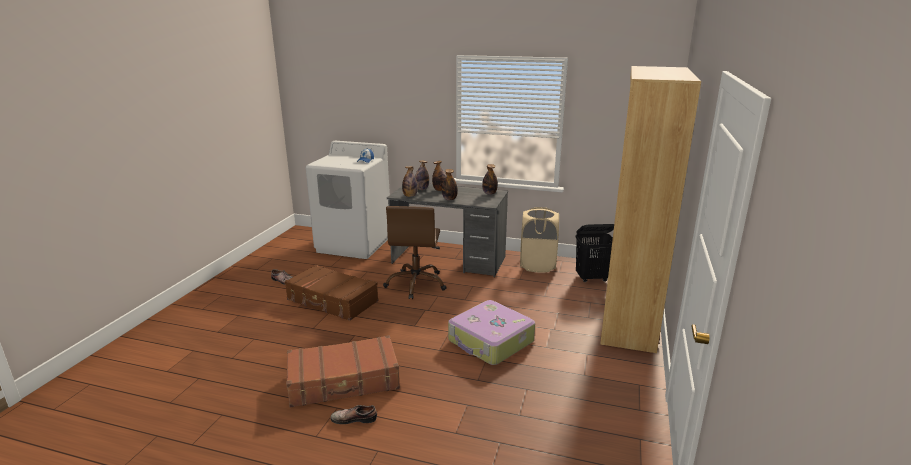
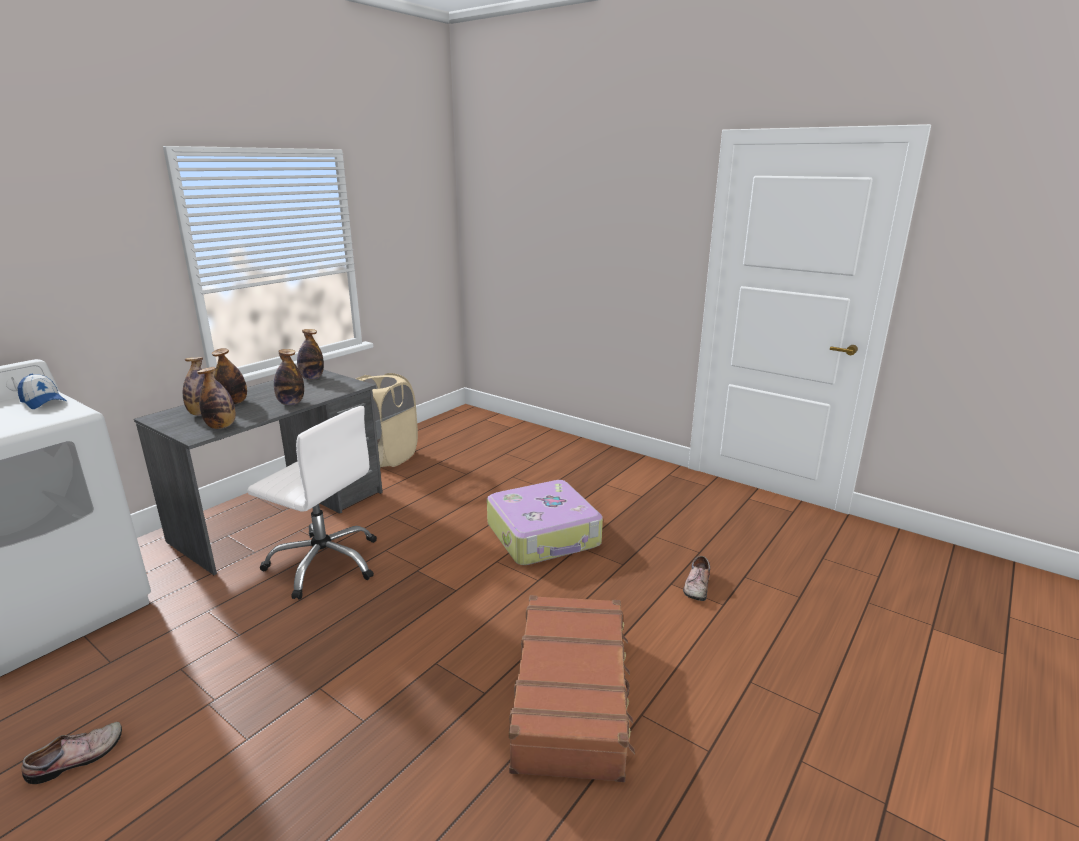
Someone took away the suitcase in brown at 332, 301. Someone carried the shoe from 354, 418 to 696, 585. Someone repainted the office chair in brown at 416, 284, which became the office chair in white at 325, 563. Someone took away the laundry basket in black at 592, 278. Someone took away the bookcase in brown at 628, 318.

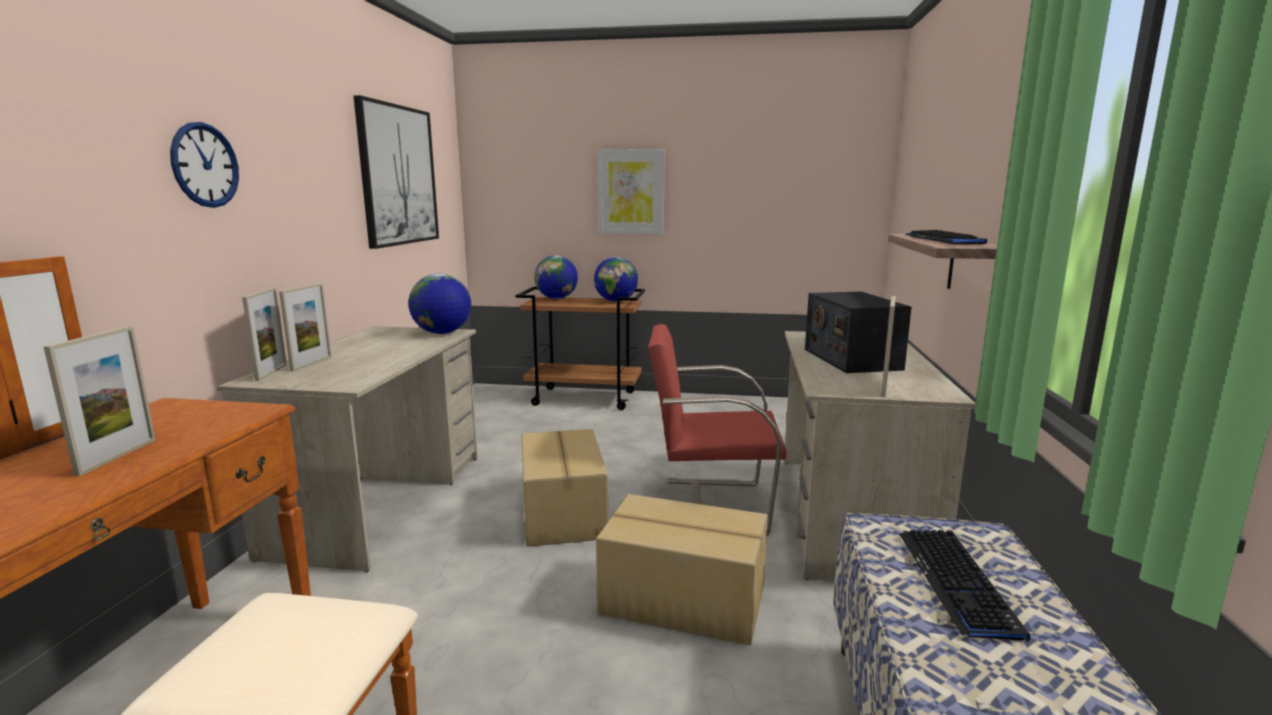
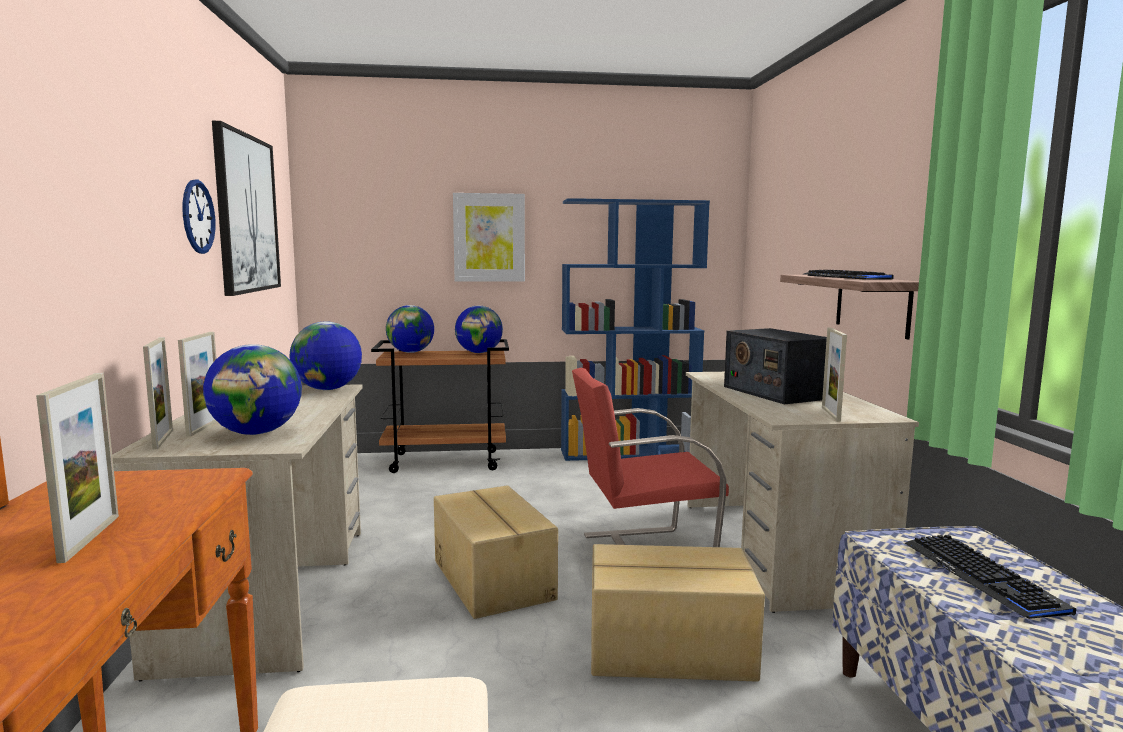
Someone carried the wall clock from 205, 165 to 198, 216. Someone put down the globe at 257, 433. Someone put down the bookcase in blue at 629, 453.

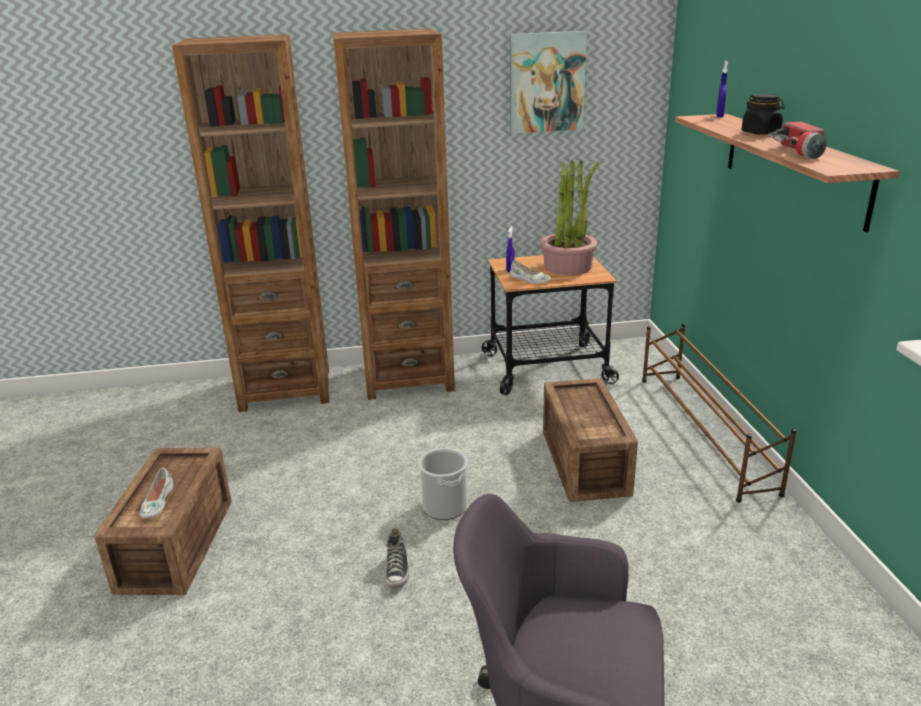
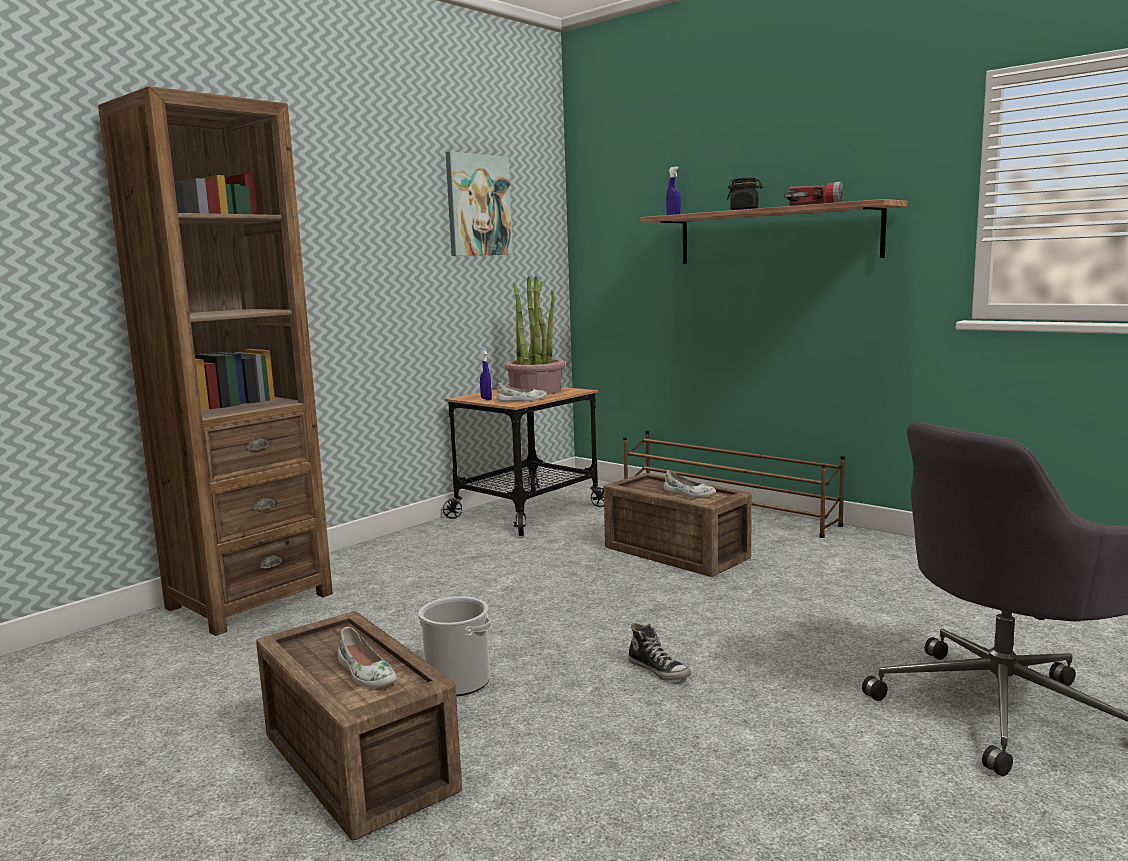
Someone took away the bookcase in brown at 408, 378. Someone carried the bucket from 445, 506 to 458, 681. Someone put down the shoe in white at 689, 493.

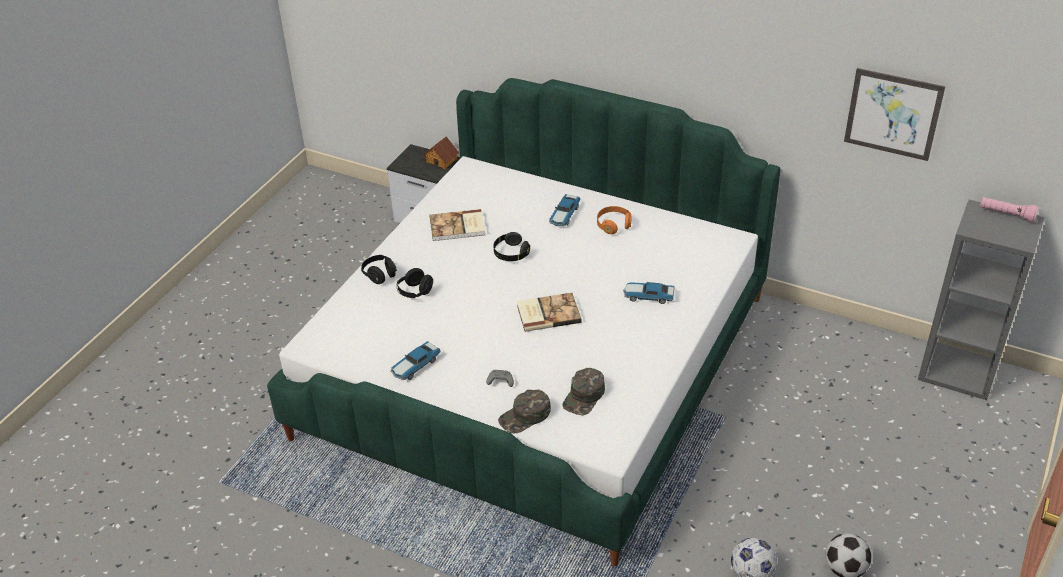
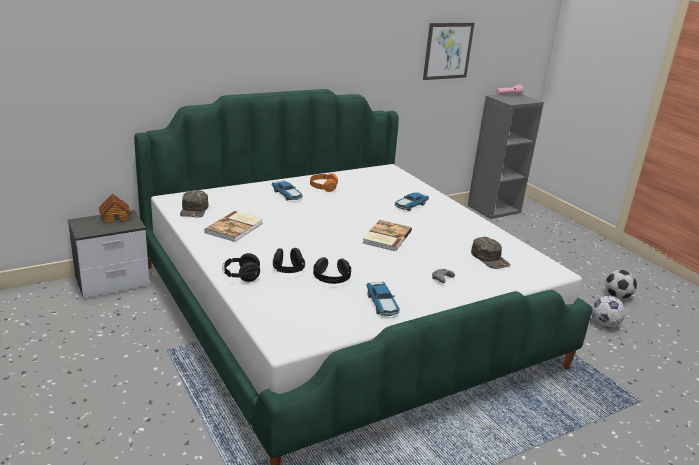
Someone carried the headphones in black from 511, 254 to 331, 278. Someone carried the cap in green from 525, 416 to 194, 209.

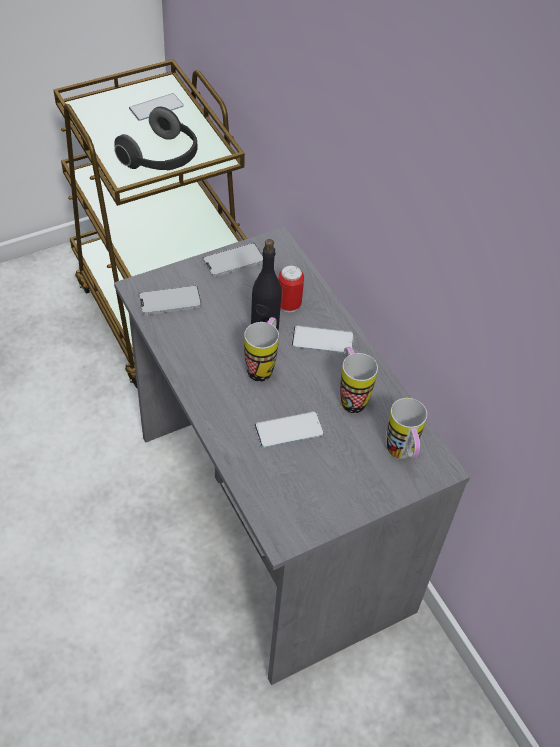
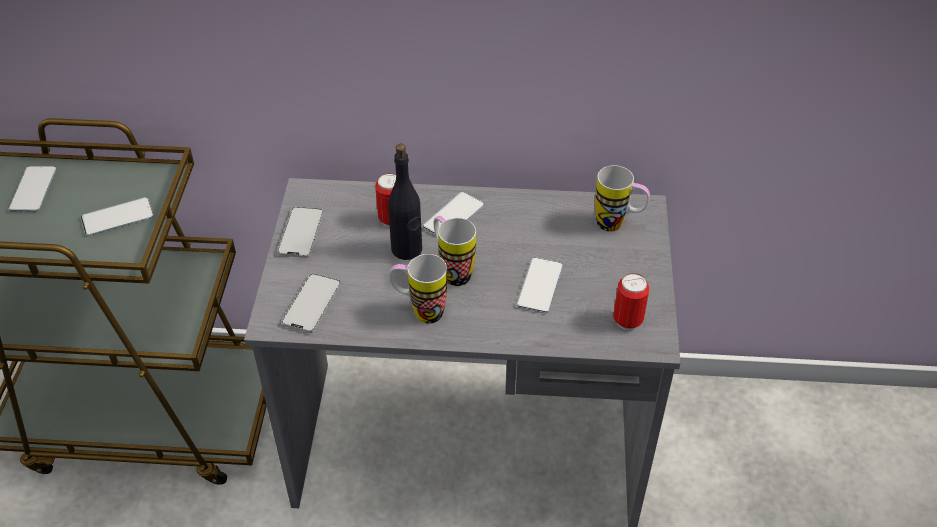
Someone swapped the headphones at 162, 158 for the phone at 117, 217. Someone carried the mug from 350, 396 to 419, 311. Someone put down the can at 627, 321.

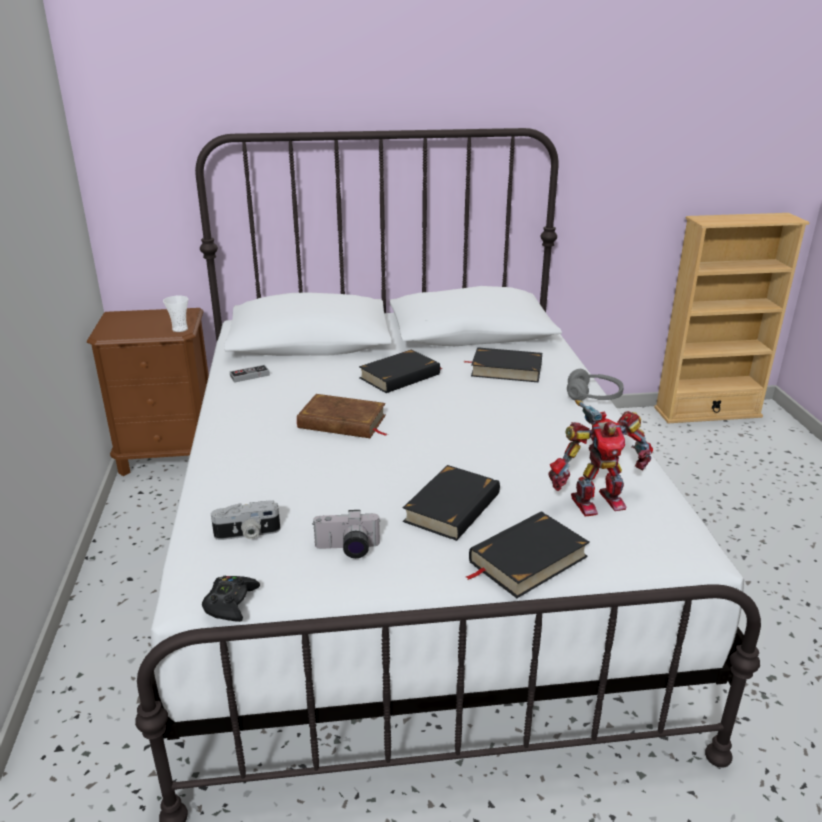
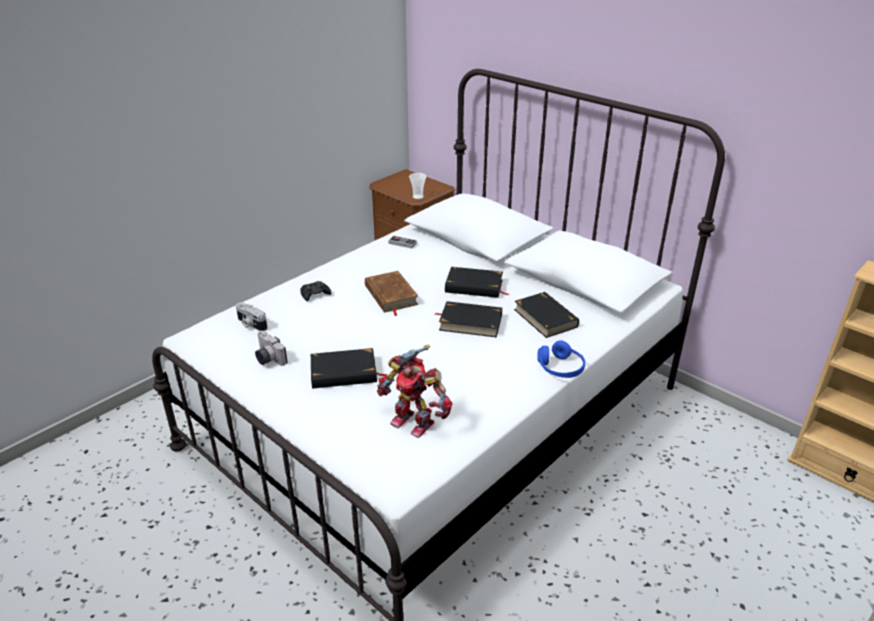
Someone carried the game controller in black from 231, 603 to 315, 294. Someone carried the book in black from 527, 559 to 470, 322. Someone repainted the headphones in grey at 593, 396, which became the headphones in blue at 560, 368.

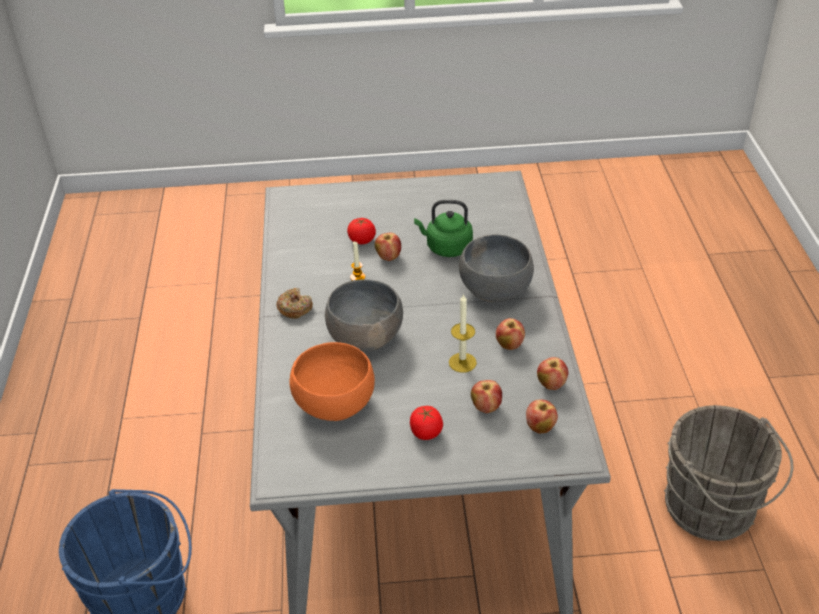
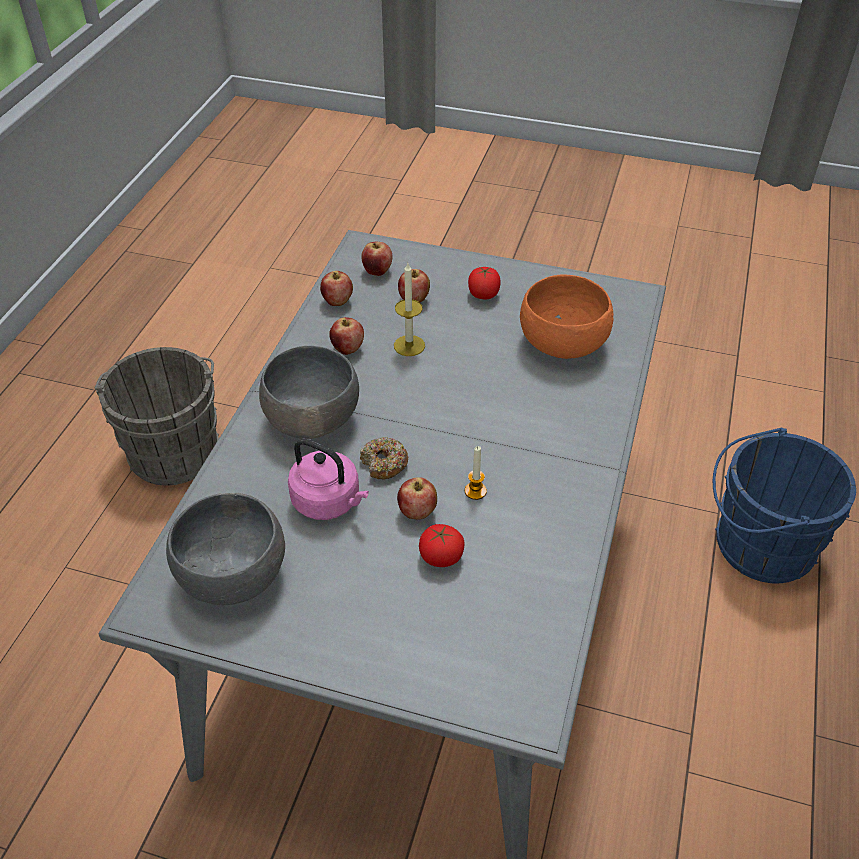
Someone carried the donut from 294, 308 to 384, 464. Someone carried the bowl in grey from 365, 337 to 234, 574. Someone repainted the kettle in green at 446, 248, which became the kettle in pink at 329, 502.

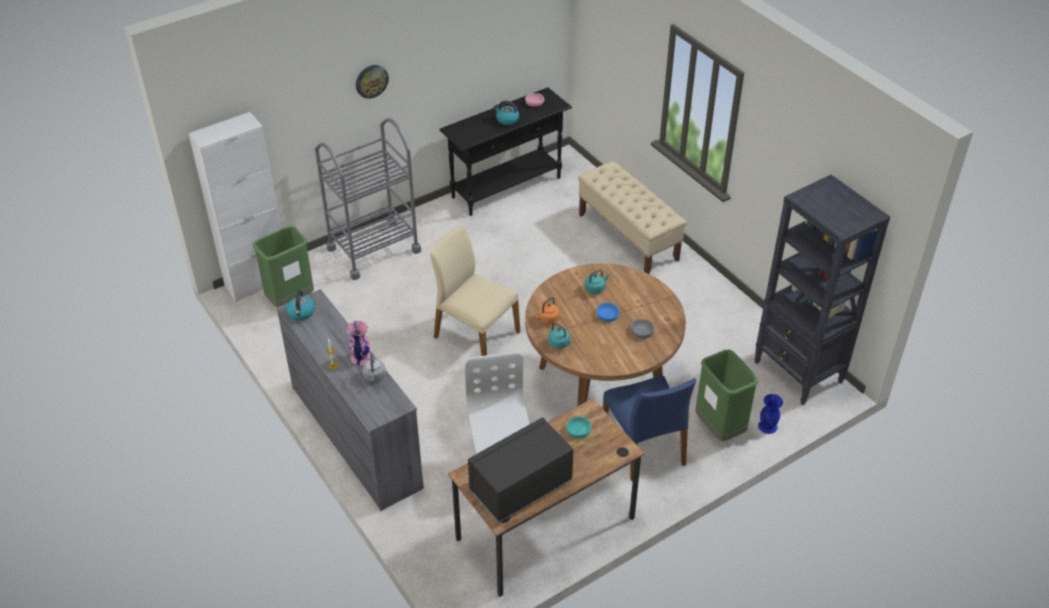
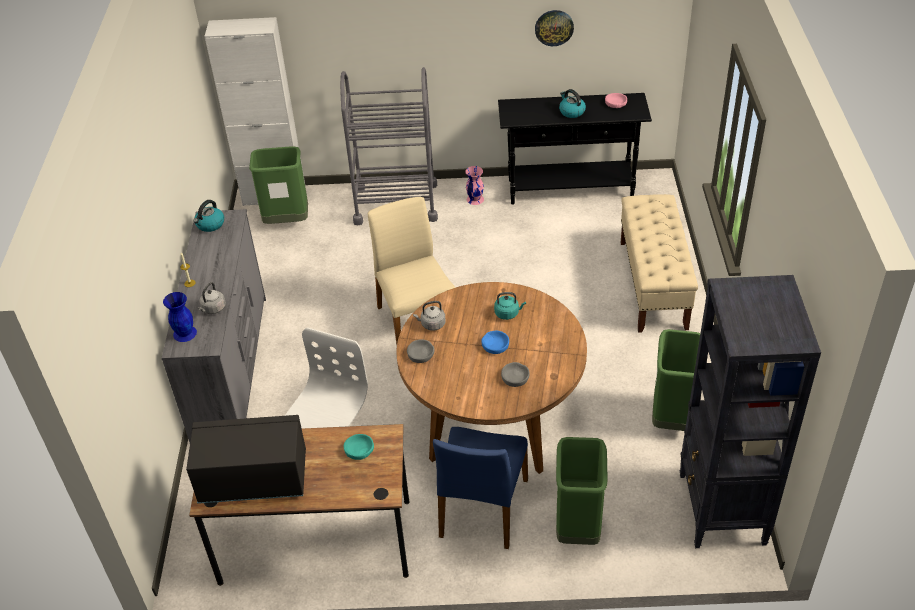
Someone carried the vase in pink from 360, 357 to 475, 199. Someone carried the wall clock from 371, 81 to 554, 27. Someone repainted the kettle in orange at 547, 319, which became the kettle in grey at 431, 324. Someone swapped the kettle in turquoise at 560, 344 for the bowl in grey at 421, 354. Someone carried the vase in blue from 767, 426 to 185, 333. Someone put down the trash can in green at 672, 418.

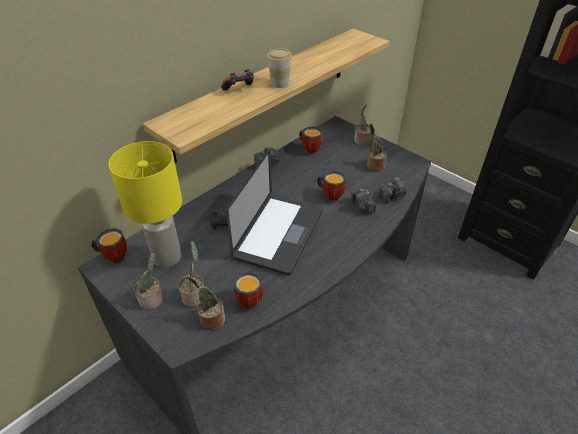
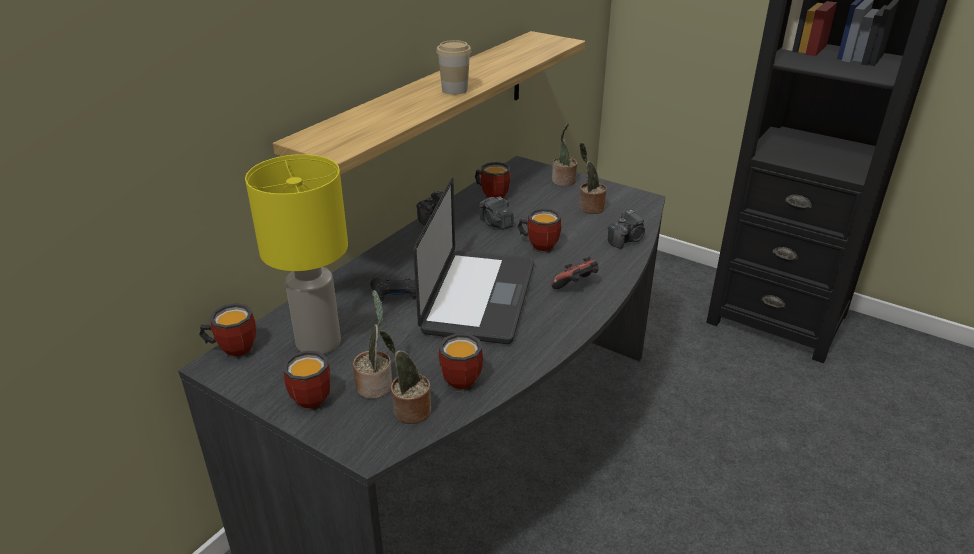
Someone swapped the potted plant at 152, 299 for the mug at 311, 397. Someone carried the game controller from 239, 90 to 576, 286. Someone carried the photo camera from 362, 207 to 496, 223.

